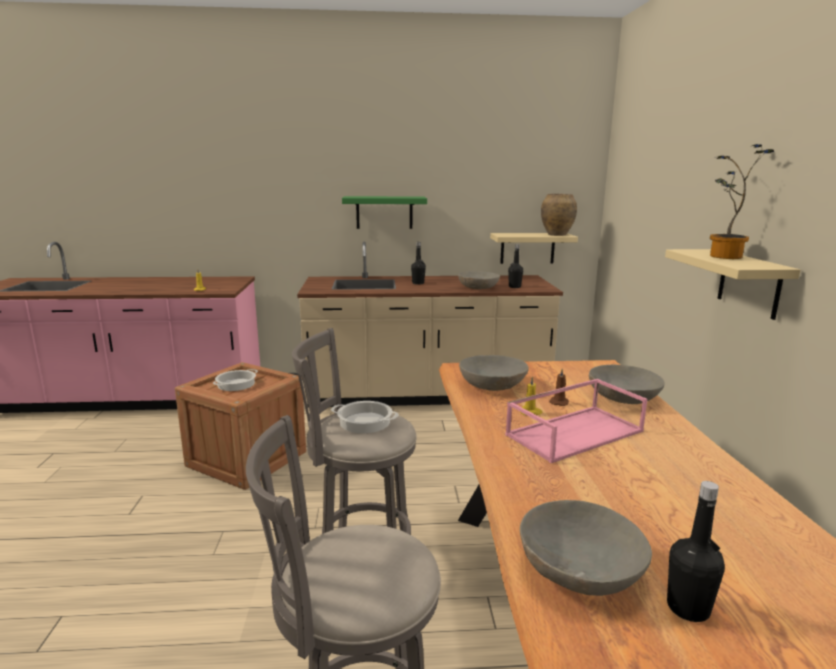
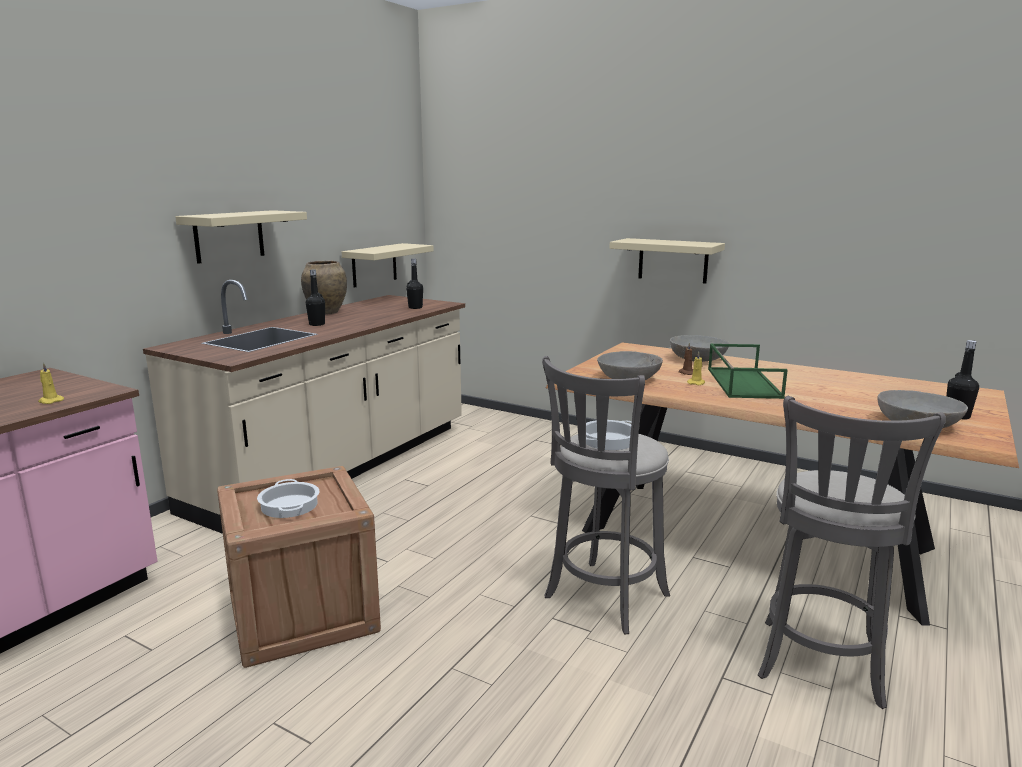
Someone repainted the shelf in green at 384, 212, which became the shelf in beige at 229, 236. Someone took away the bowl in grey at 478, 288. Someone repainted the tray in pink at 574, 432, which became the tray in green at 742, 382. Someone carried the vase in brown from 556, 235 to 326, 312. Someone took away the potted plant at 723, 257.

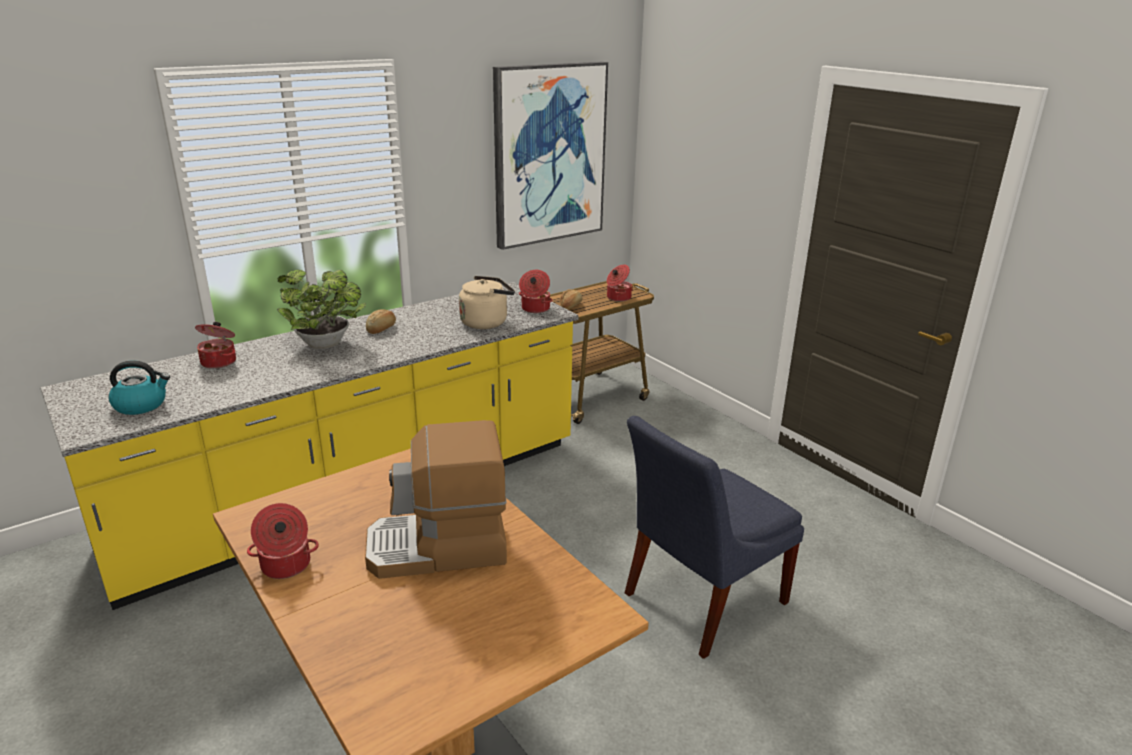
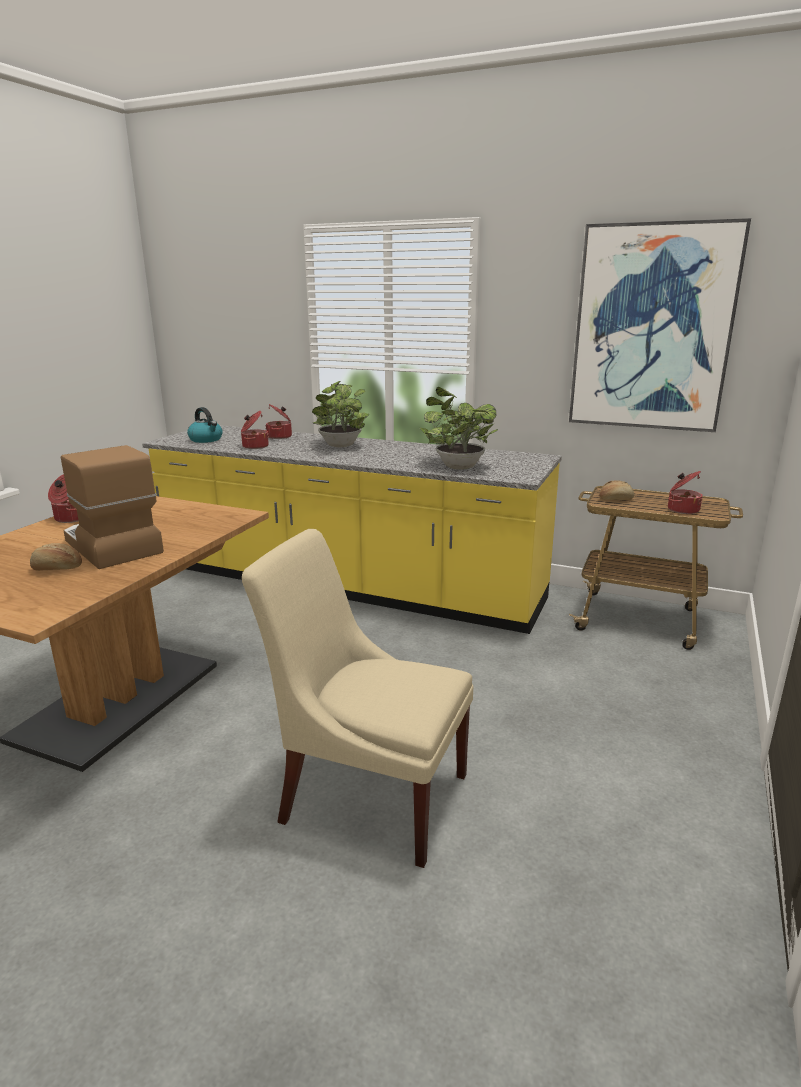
Someone carried the bread from 382, 329 to 57, 569. Someone swapped the kettle in beige at 486, 322 for the potted plant at 457, 466. Someone carried the cooking pot from 535, 309 to 254, 446. Someone repainted the chair in blue at 699, 600, which became the chair in beige at 368, 793.

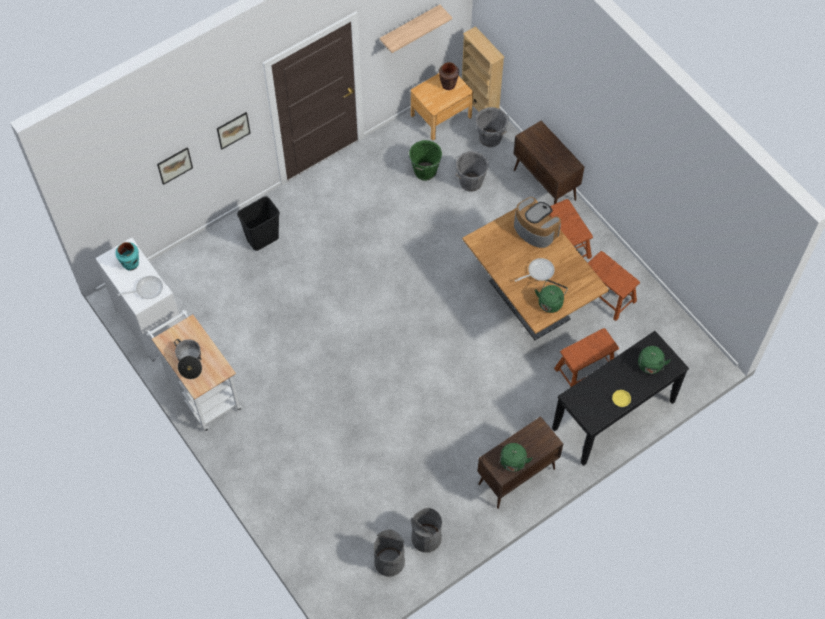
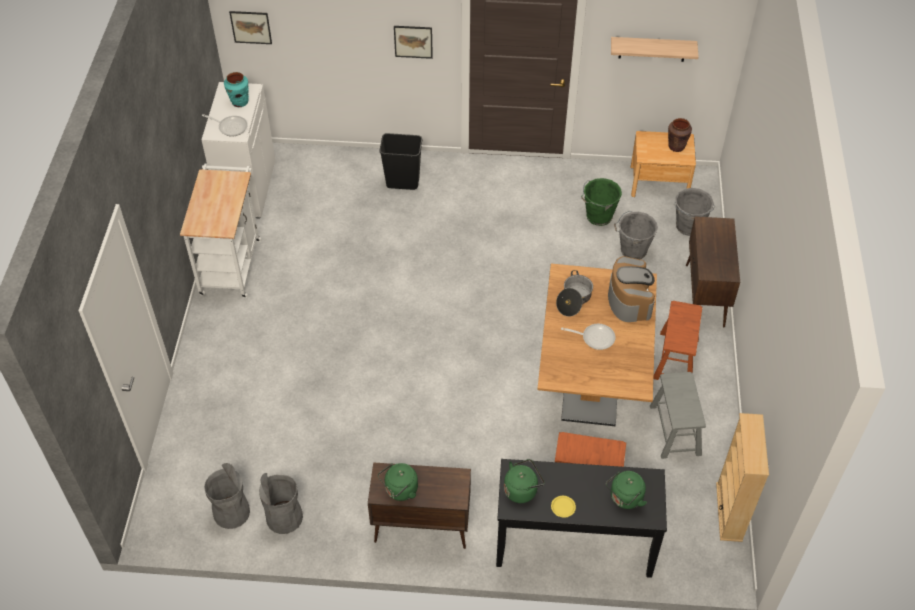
Someone carried the picture from 174, 165 to 251, 27. Someone carried the cooking pot from 189, 362 to 574, 300. Someone carried the bookcase in beige from 479, 102 to 729, 512. Someone carried the kettle in green from 550, 302 to 522, 489. Someone repainted the stool in brown at 607, 295, which became the stool in grey at 675, 430.

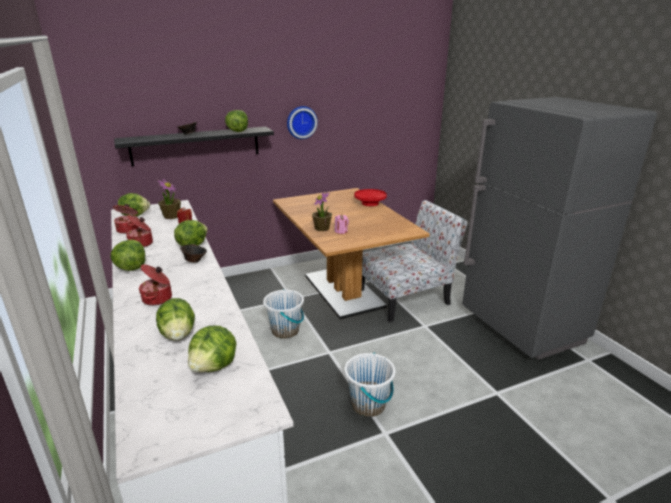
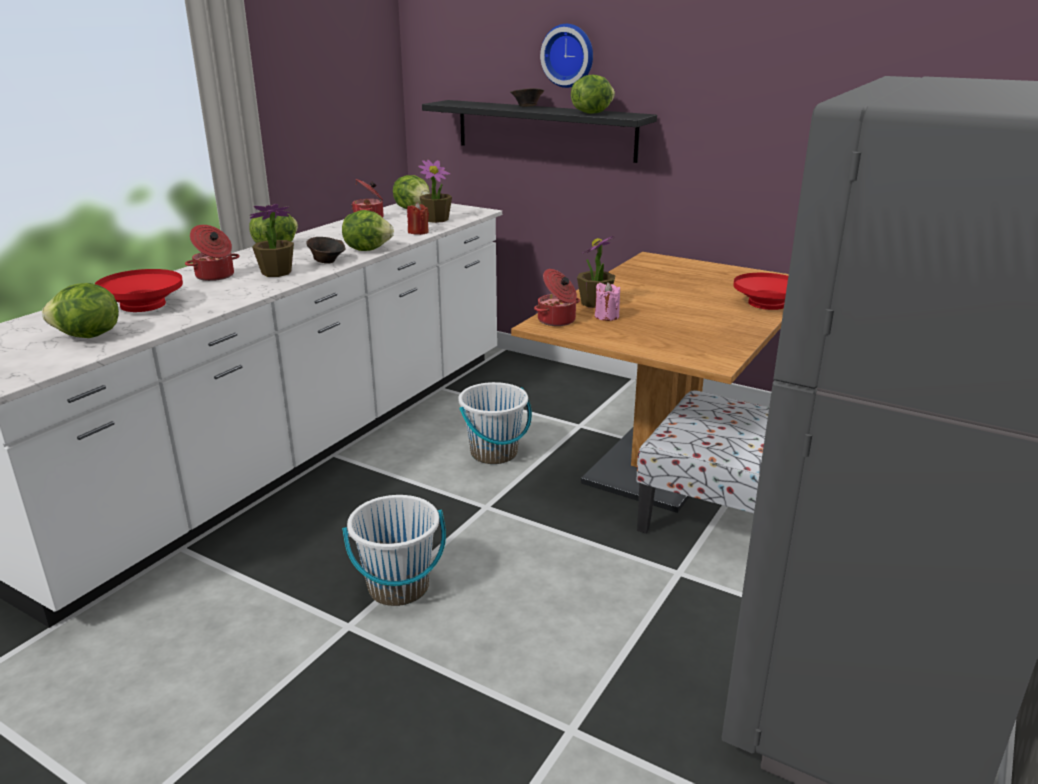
Someone carried the cooking pot from 142, 244 to 557, 320. Someone swapped the lettuce at 178, 335 for the bowl in red at 144, 305. Someone carried the wall clock from 301, 122 to 569, 55. Someone put down the potted plant at 276, 272.

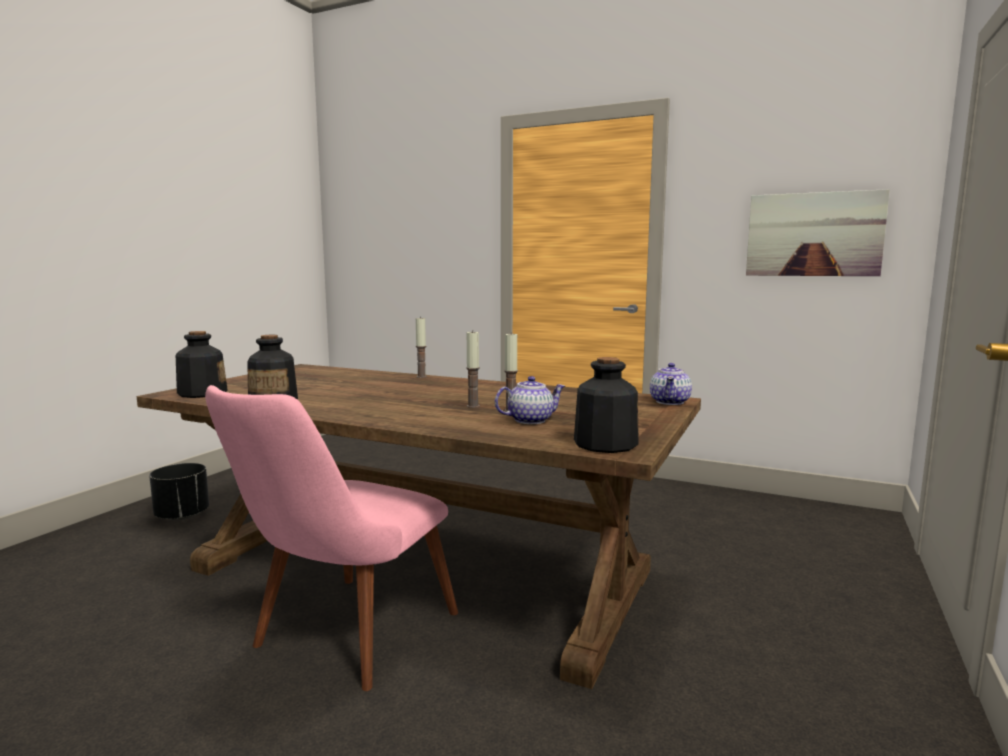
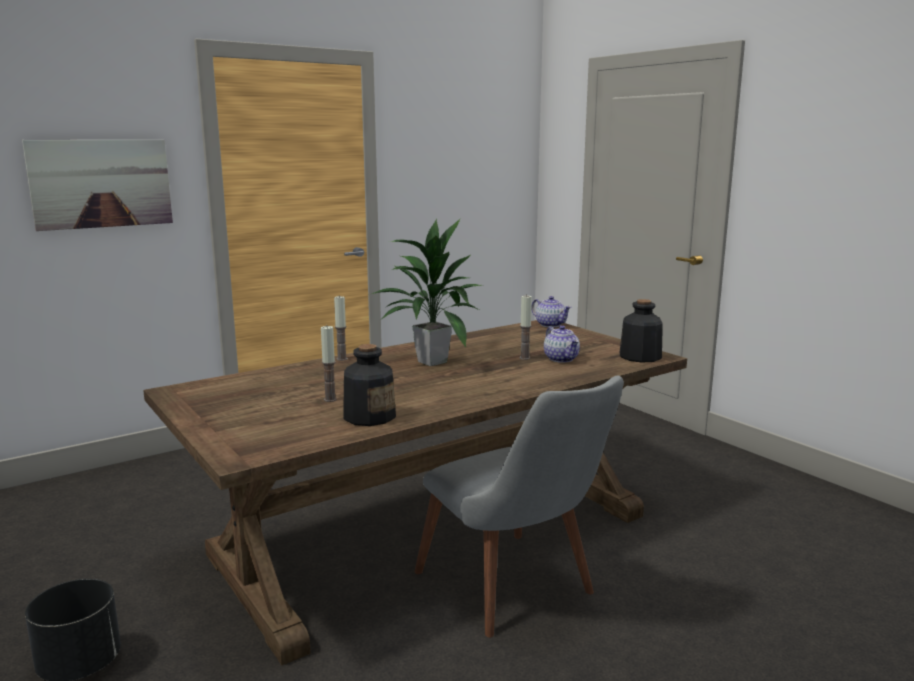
Someone took away the bottle at 202, 393. Someone repainted the chair in pink at 341, 641, which became the chair in grey at 518, 592. Someone carried the candle from 473, 406 to 330, 399. Someone rotated the teapot at 530, 420 by 150 degrees clockwise. Someone carried the picture from 813, 234 to 101, 183. Someone put down the potted plant at 430, 362.

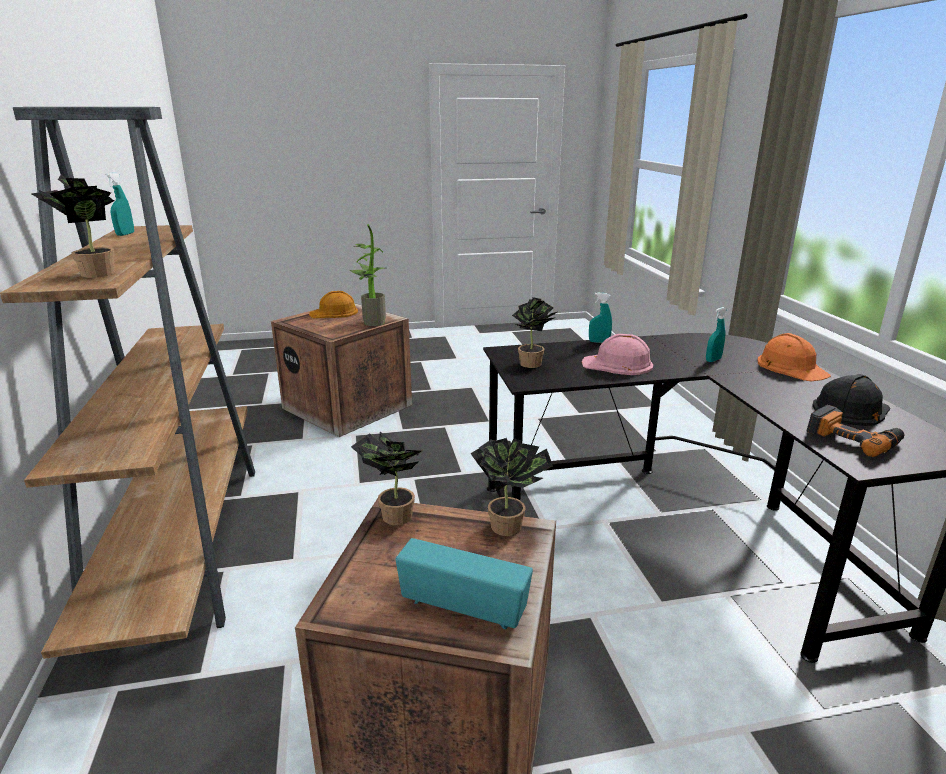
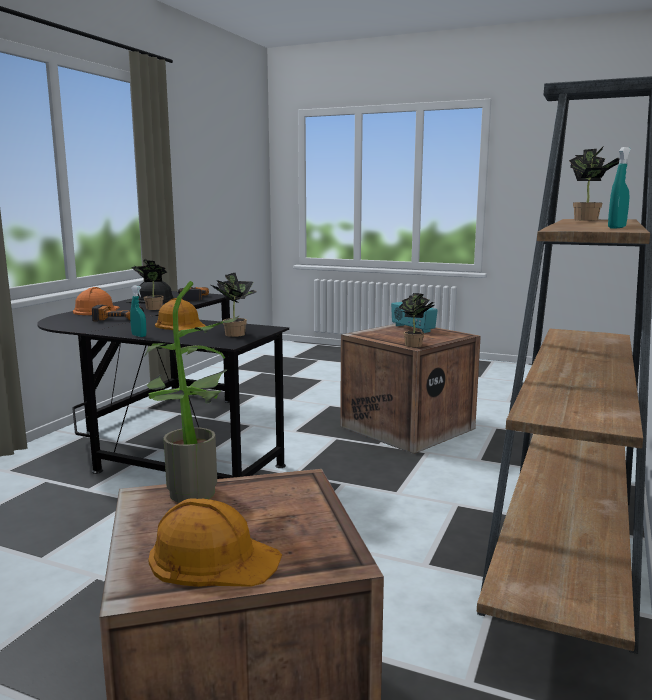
Someone carried the potted plant from 510, 525 to 151, 308. Someone repainted the hard hat in pink at 618, 364, which became the hard hat in orange at 181, 325. Someone swapped the spray bottle in turquoise at 713, 360 for the power drill at 119, 318.

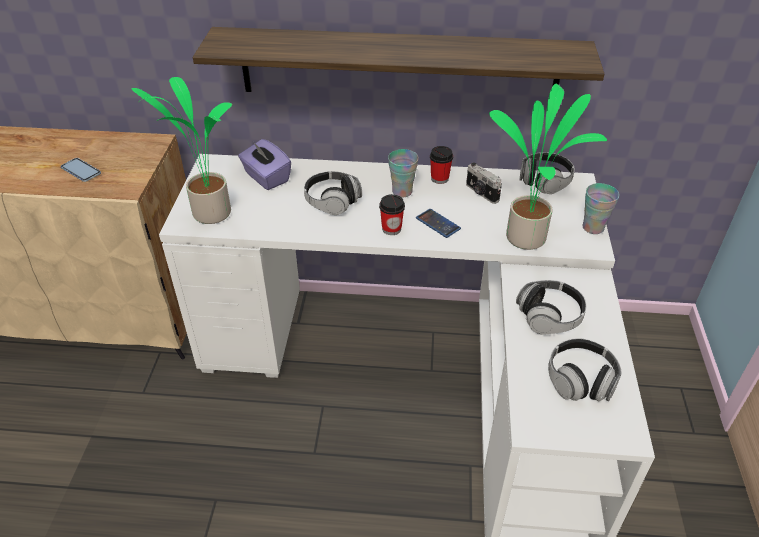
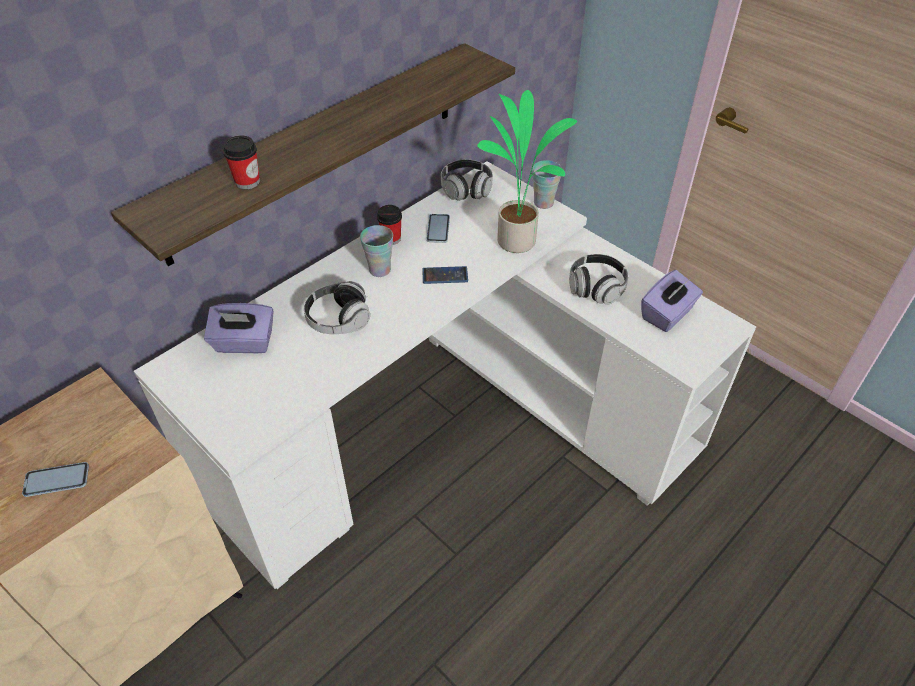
Someone took away the potted plant at 209, 213. Someone carried the cup from 391, 229 to 247, 182. Someone swapped the photo camera at 481, 193 for the phone at 438, 229. Someone swapped the headphones at 580, 380 for the tissue box in purple at 667, 314.

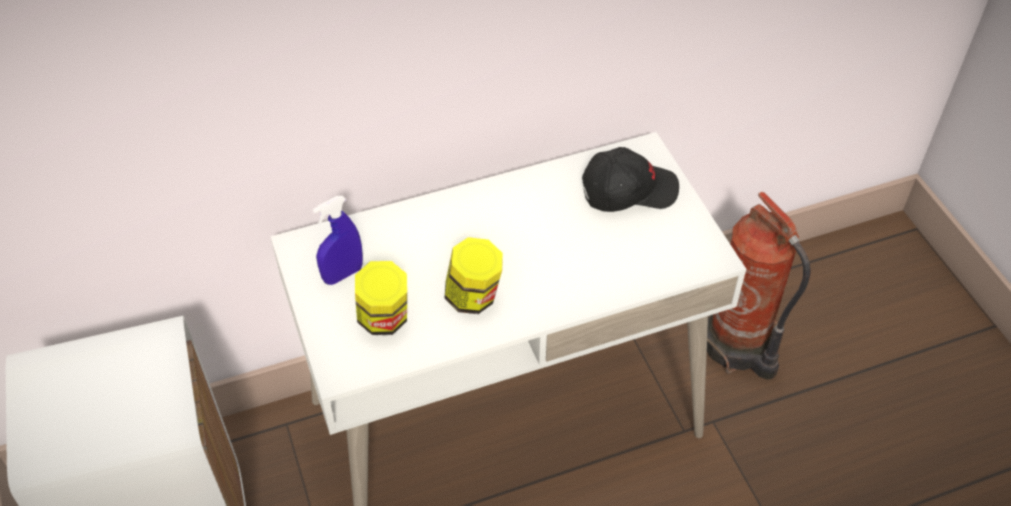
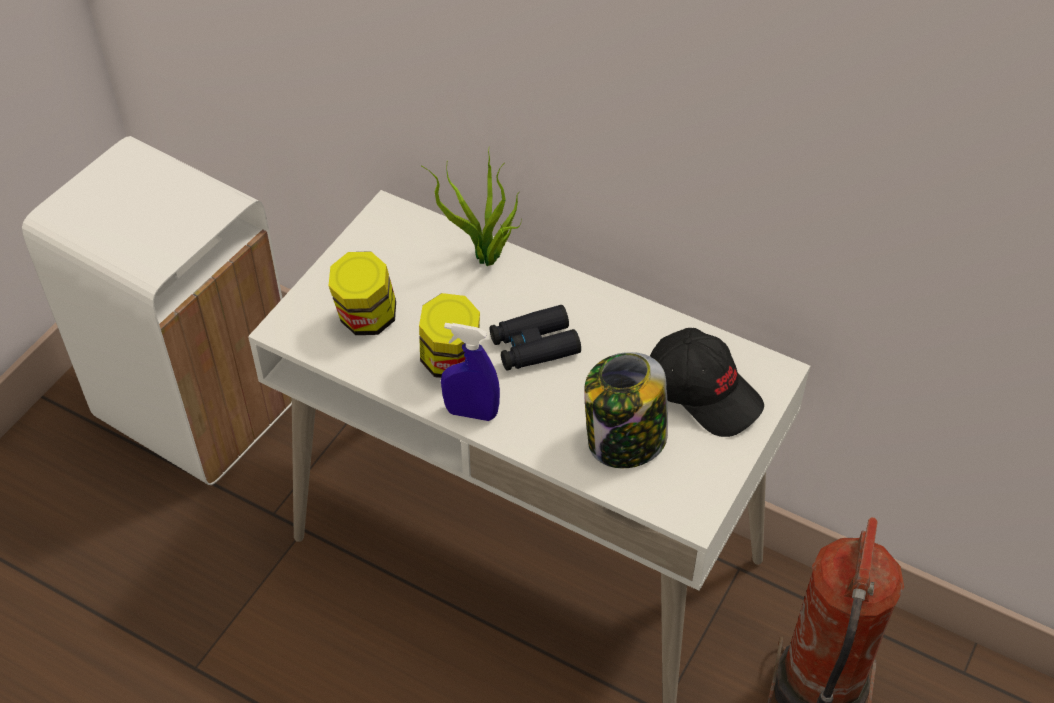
Someone carried the spray bottle in blue from 343, 274 to 471, 413. Someone put down the potted plant at 486, 259. Someone put down the binoculars in black at 534, 346. Someone put down the jar at 625, 441.

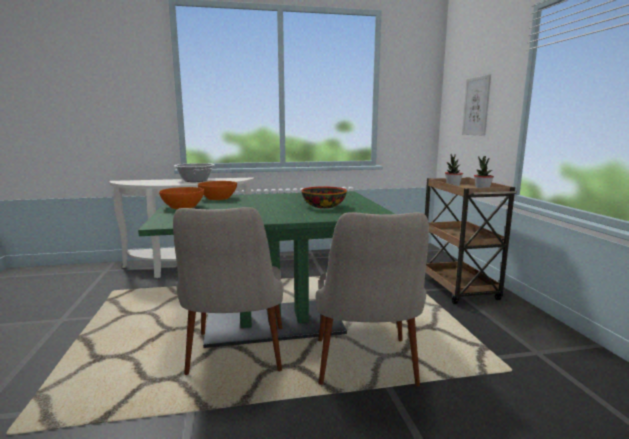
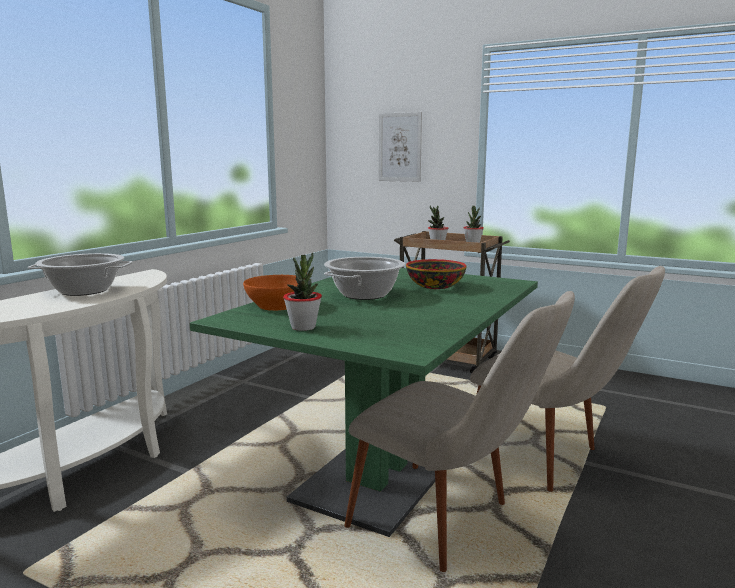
Someone swapped the bowl in orange at 183, 207 for the potted plant at 303, 327. Someone put down the cooking pot at 364, 294.

